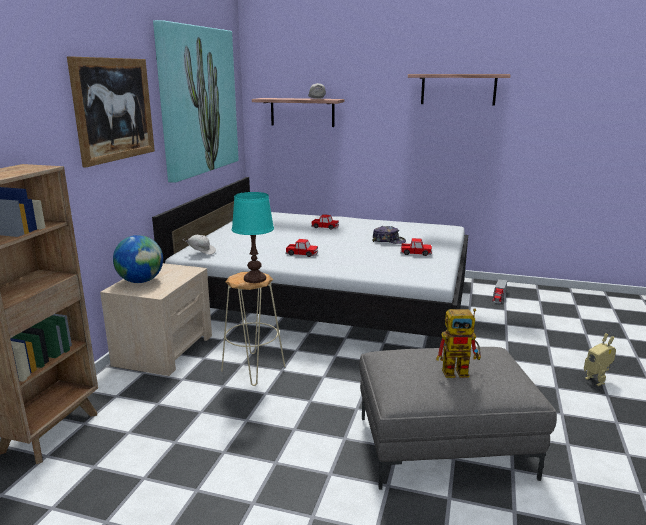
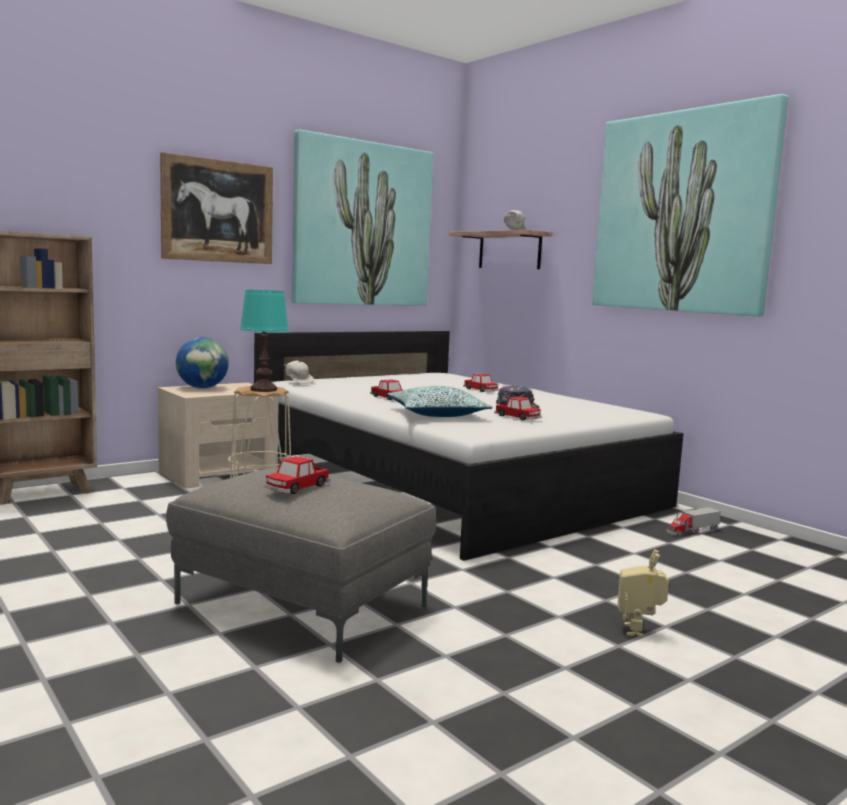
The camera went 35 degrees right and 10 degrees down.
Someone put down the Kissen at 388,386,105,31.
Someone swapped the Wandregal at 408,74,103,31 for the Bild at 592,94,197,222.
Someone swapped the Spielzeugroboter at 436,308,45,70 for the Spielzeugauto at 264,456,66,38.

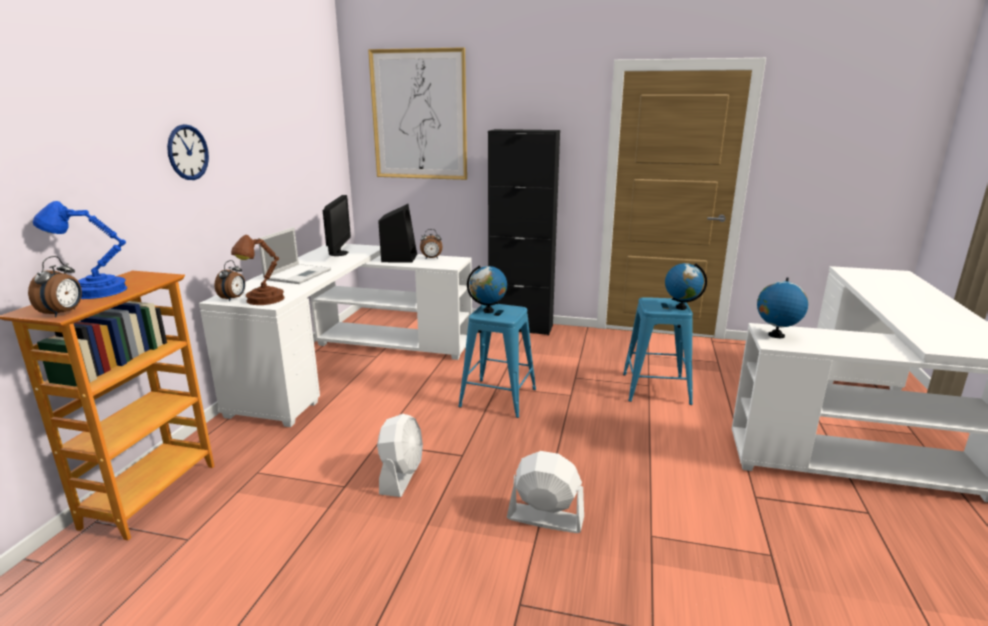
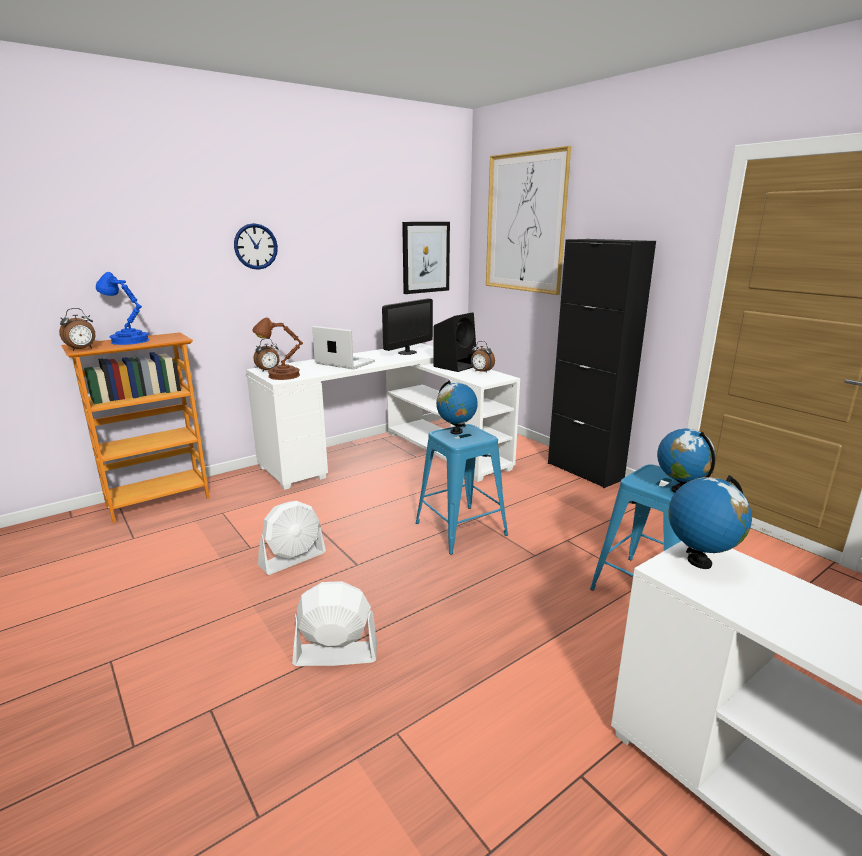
The camera went 40 degrees right and 0 degrees up.
Someone put up the Bild at 402,222,48,72.
Someone rotated the Laptop at 258,227,73,57 by 120 degrees counterclockwise.
Someone rotated the Ventilator (weiß) at 507,451,77,82 by 60 degrees counterclockwise.

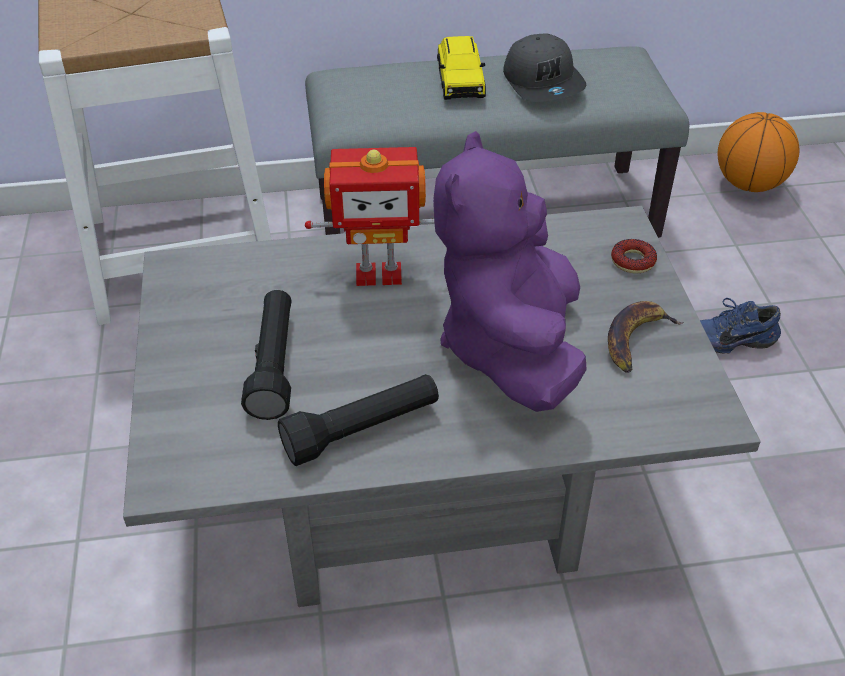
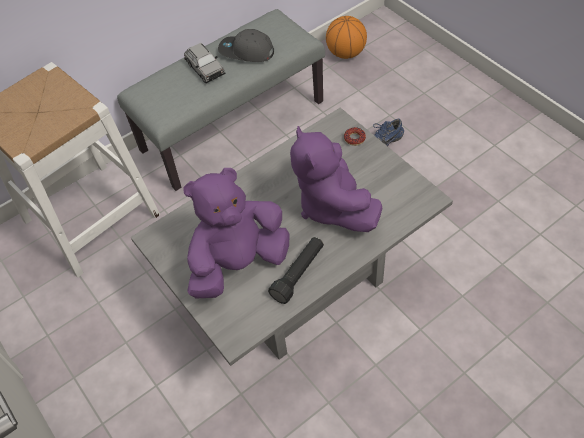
The camera went 25 degrees left and 10 degrees up.
Someone took away the Spielzeugroboter at 305,147,129,139.
Someone took away the Banane at 608,301,76,72.
Someone swapped the Taschenlampe (schwarz) at 241,290,50,130 for the Plüschtier (lila) at 183,168,107,130.
Someone repainted the Spielzeugauto (gelb) at 437,36,49,64, which became the Spielzeugauto (grau) at 184,43,42,40.
Someone rotated the Kappe (grau) at 503,33,83,69 by 150 degrees clockwise.

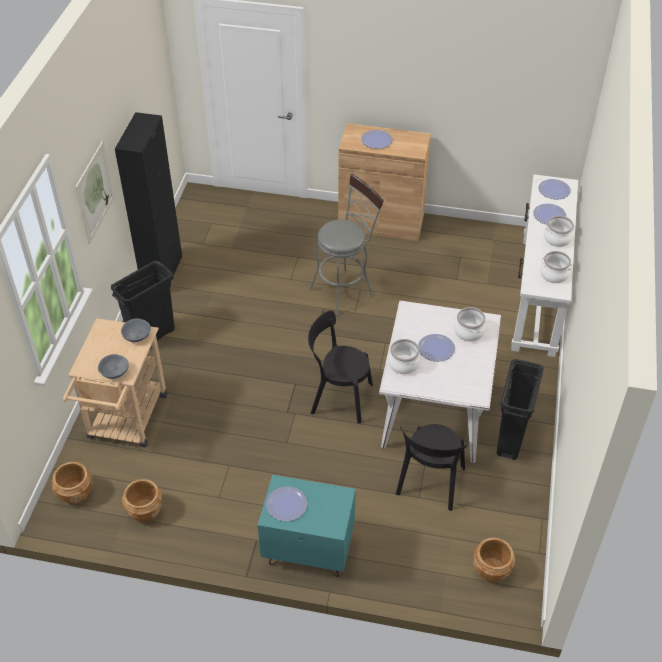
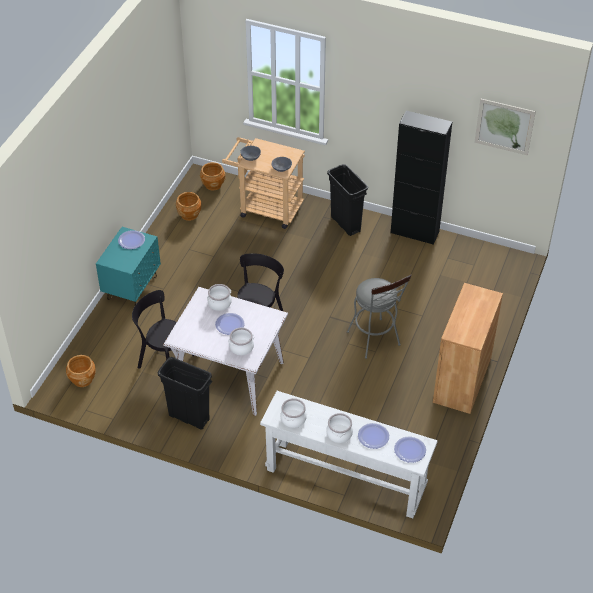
The camera went 100 degrees right and 0 degrees up.
Someone took away the Teller at 361,130,32,19.
Someone carried the Bild from 75,141,40,103 to 475,99,61,56.

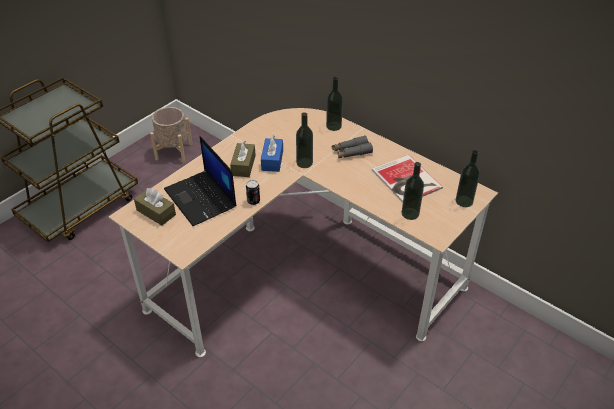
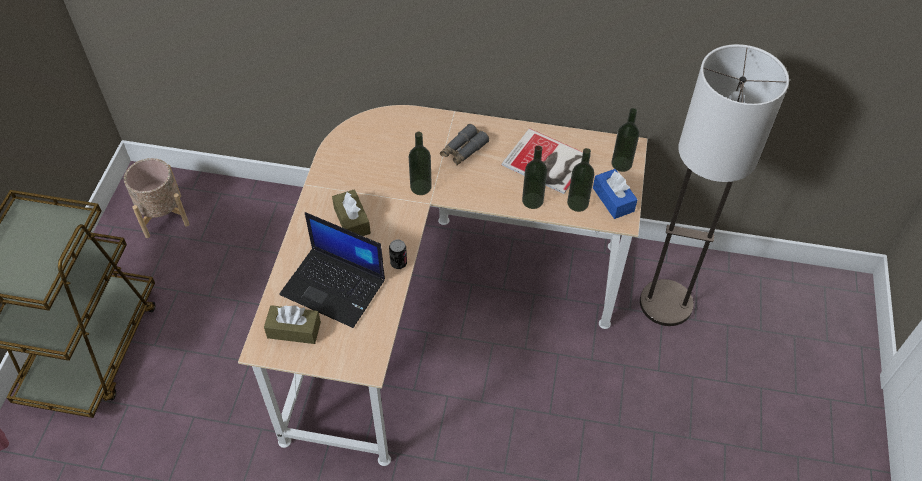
The camera went 30 degrees left and 10 degrees up.
Someone put down the Stehlampe at 640,44,149,282.
Someone carried the Taschentuchbox (blau) from 261,136,22,36 to 593,169,45,50.
Someone carried the Flasche from 326,77,17,54 to 522,146,25,63.

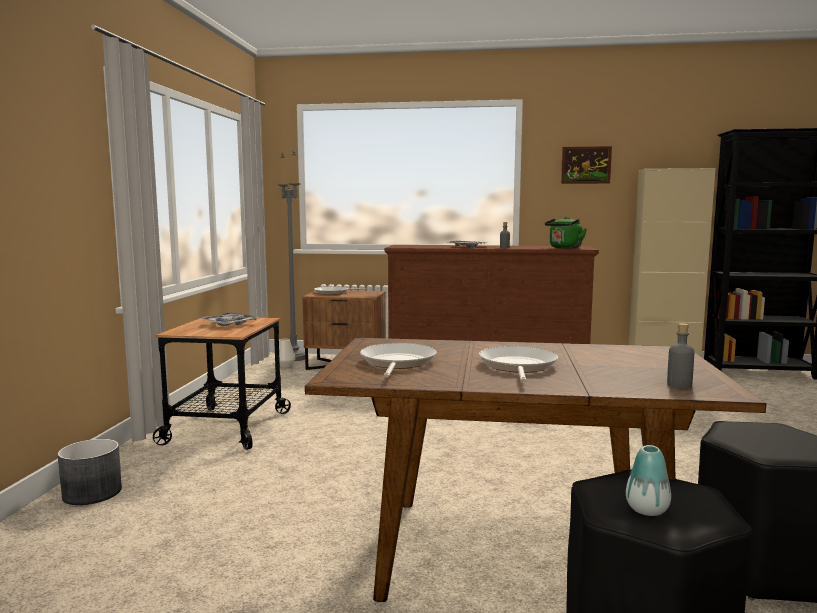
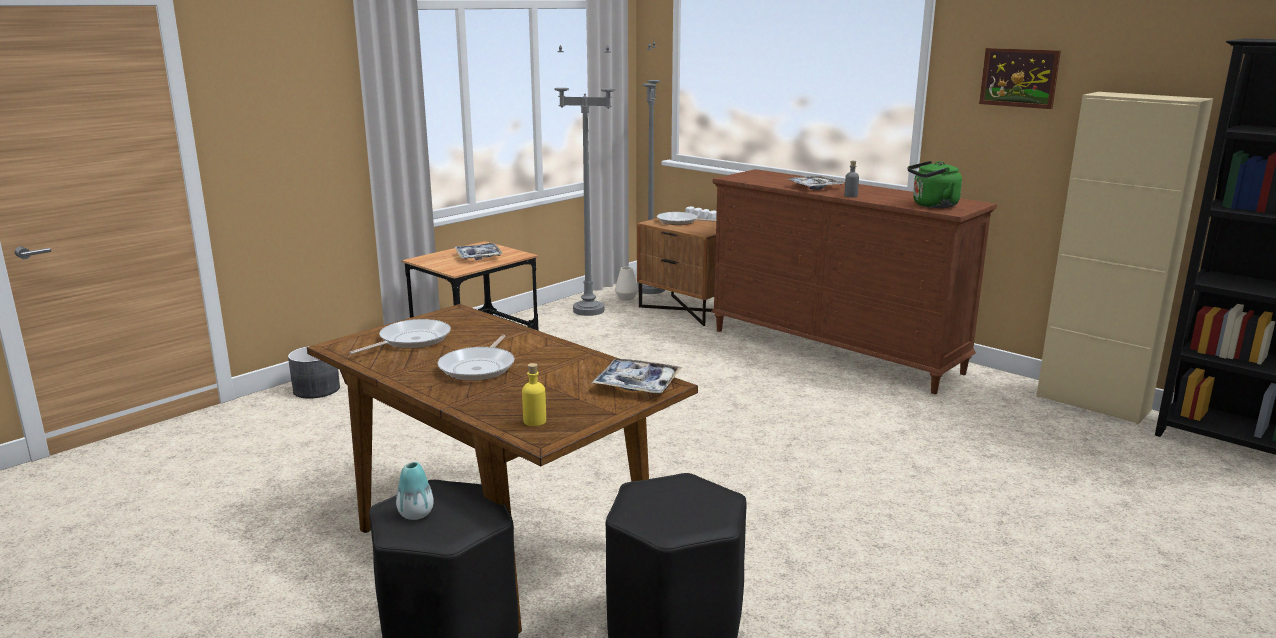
The camera went 35 degrees right and 10 degrees up.
Someone put down the Stehlampe (grau) at 554,45,61,271.
Someone put down the Tablett at 592,359,90,34.
Someone repainted the Flasche (grau) at 667,323,27,65, which became the Flasche (gelb) at 522,363,24,63.
Someone rotated the Pfanne at 479,346,79,36 by 150 degrees clockwise.

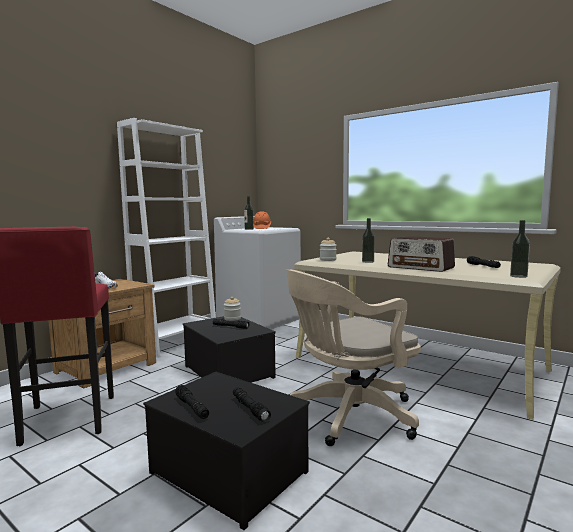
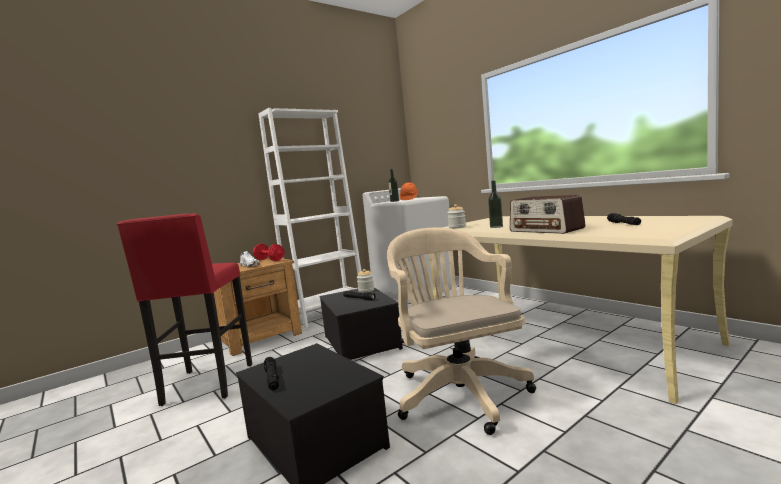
The camera went 15 degrees right and 0 degrees up.
Someone took away the Taschenlampe (schwarz) at 233,387,38,35.
Someone took away the Flasche at 510,220,20,58.
Someone put down the Hantel (rot) at 253,244,32,17.
Someone rotated the Bürostuhl (beige) at 286,270,135,176 by 90 degrees clockwise.

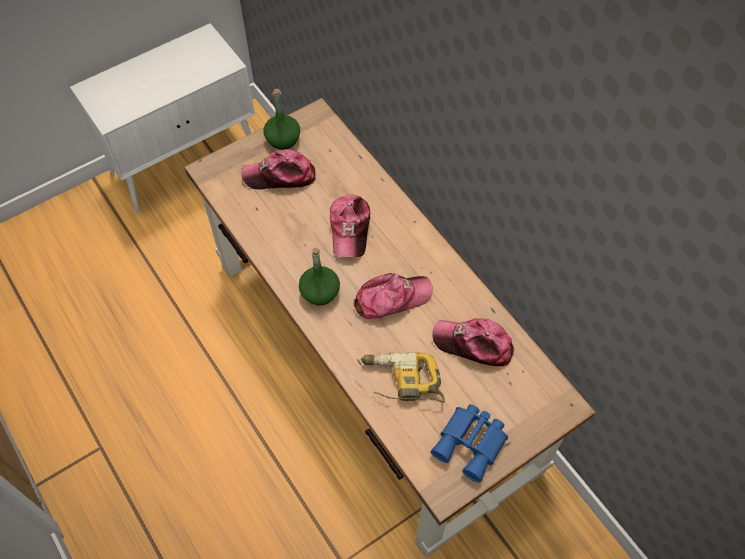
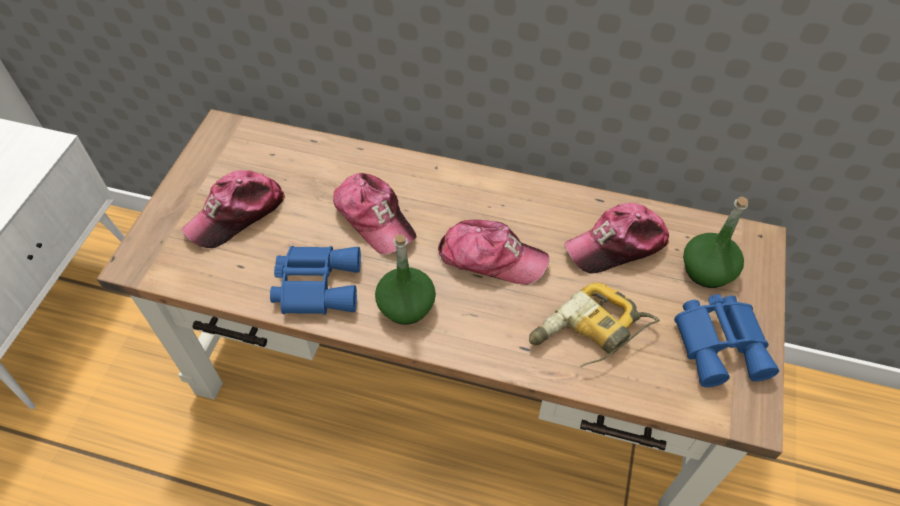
The camera went 40 degrees left and 5 degrees down.
Someone put down the Fernglas (blau) at 270,246,91,69.
Someone carried the Flasche (grün) from 264,88,36,62 to 683,196,65,92.
Someone rotated the Kappe at 354,273,79,46 by 75 degrees clockwise.

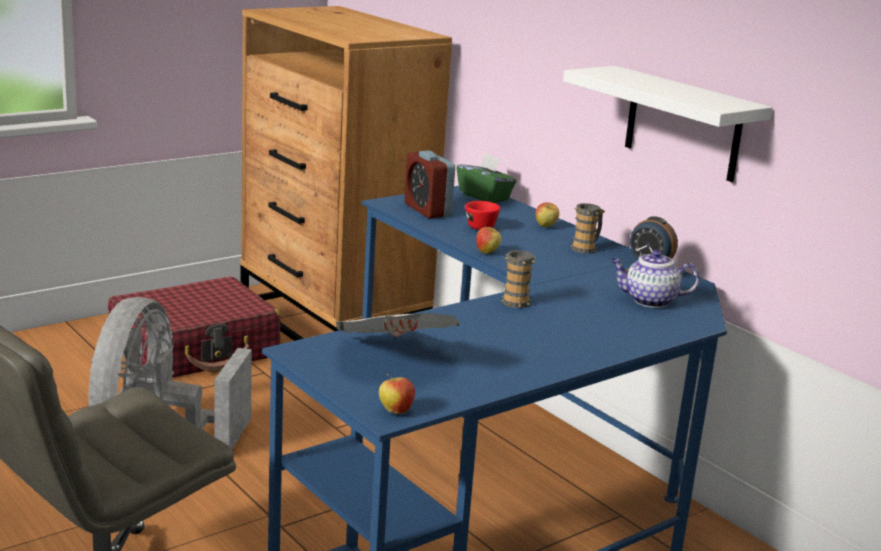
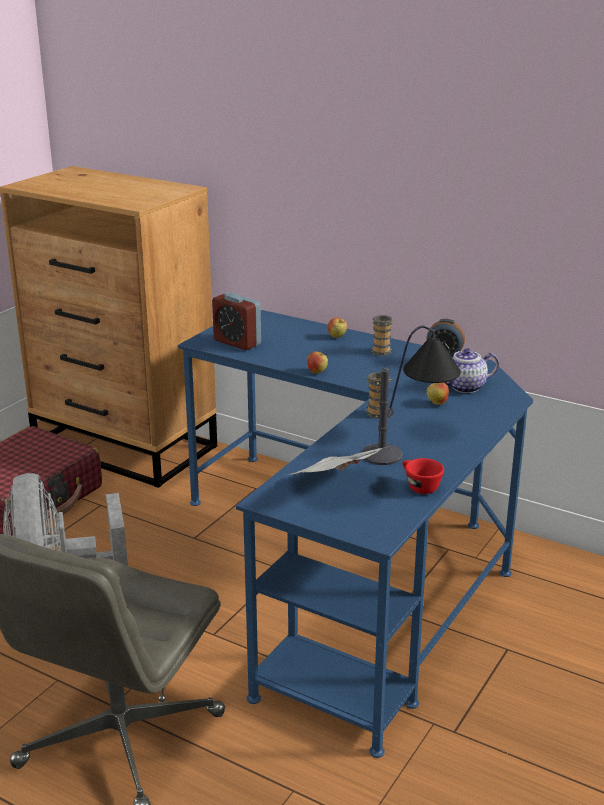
The camera went 20 degrees left and 5 degrees up.
Someone took away the Taschentuchbox (grün) at 457,153,60,50.
Someone took away the Wandregal (weiß) at 563,66,209,116.
Someone put down the Tischlampe at 361,326,100,139.
Someone carried the Apfel from 379,374,36,40 to 427,383,22,22.
Someone carried the Tasse (rot) from 465,201,35,29 to 403,458,41,36.

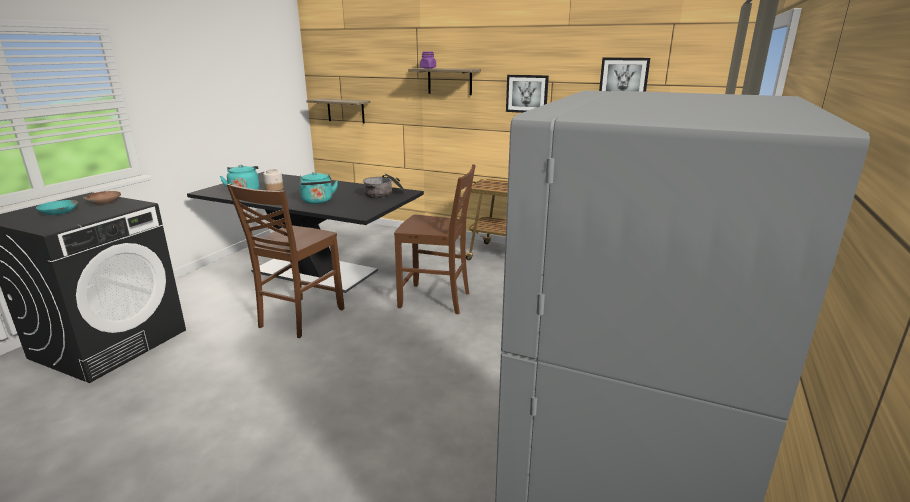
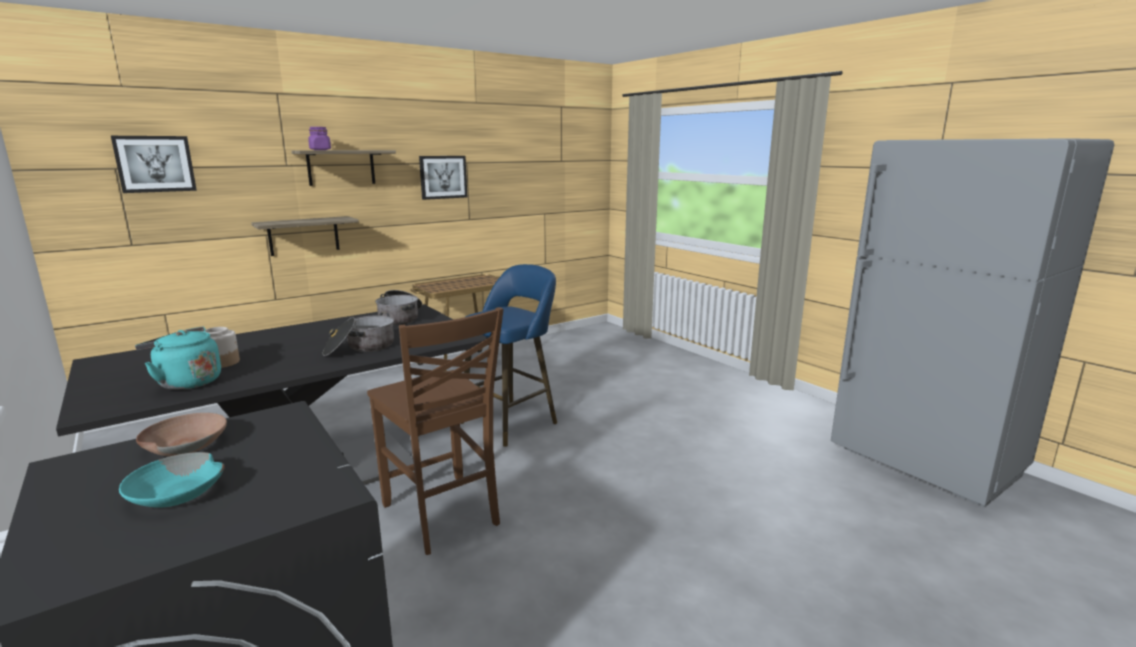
The camera went 60 degrees left and 5 degrees down.
Someone carried the Wandregal from 306,98,64,25 to 252,216,107,40.
Someone carried the Bild from 599,57,51,35 to 111,136,86,57.
Someone swapped the Wasserkessel (türkis) at 300,172,38,32 for the Kochtopf at 323,312,71,44.
Someone swapped the Stuhl (braun) at 394,164,82,150 for the Hocker (blau) at 460,264,97,183.

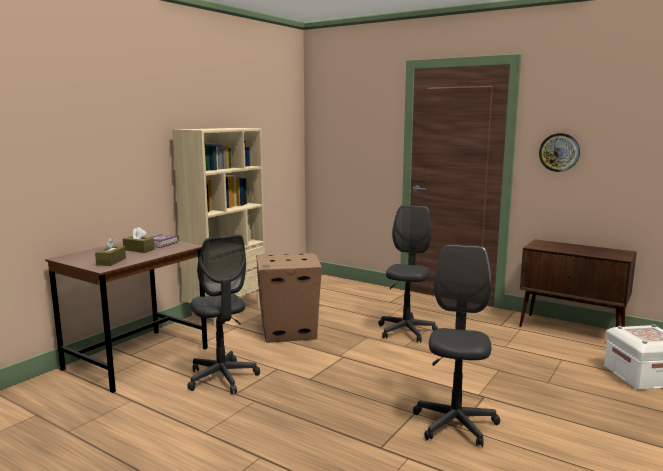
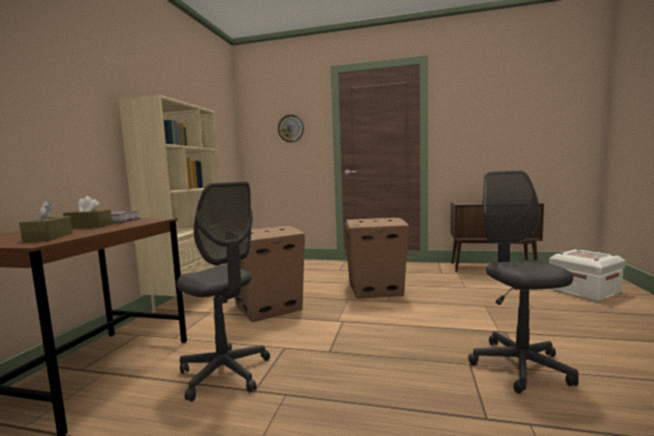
The camera went 20 degrees left and 5 degrees down.
Someone carried the Wanduhr from 539,133,41,39 to 278,115,26,27.
Someone swapped the Bürostuhl (grau) at 378,205,60,138 for the Karton at 344,218,65,81.

